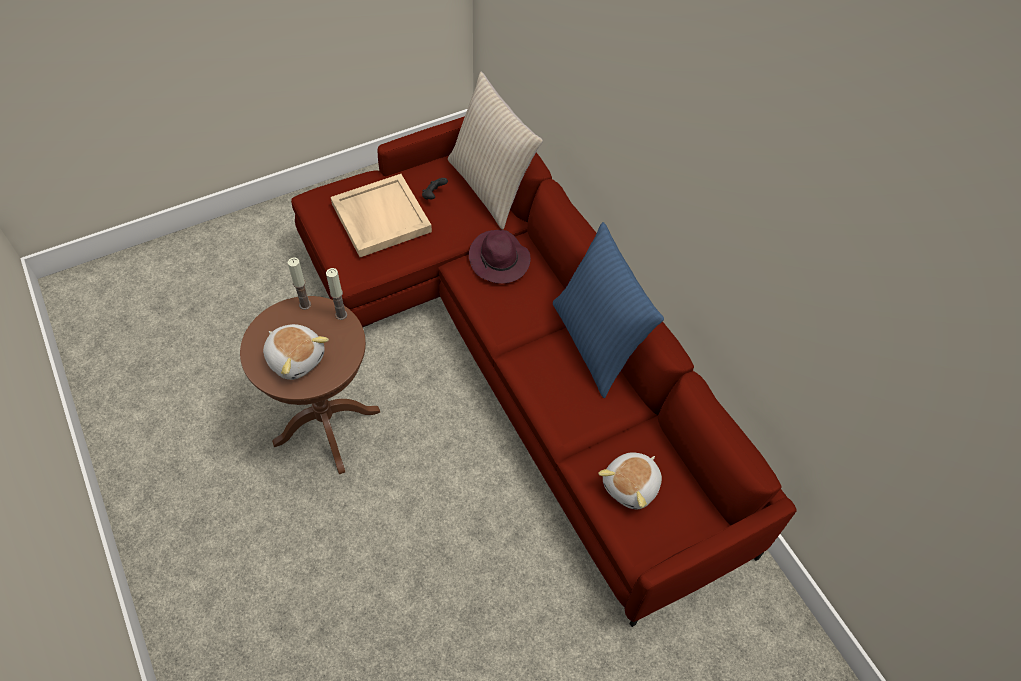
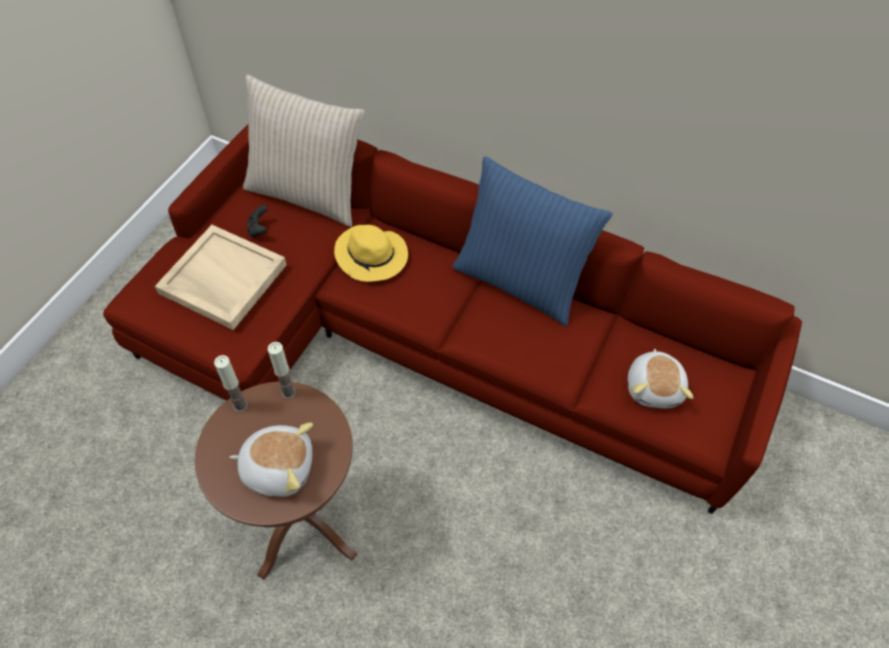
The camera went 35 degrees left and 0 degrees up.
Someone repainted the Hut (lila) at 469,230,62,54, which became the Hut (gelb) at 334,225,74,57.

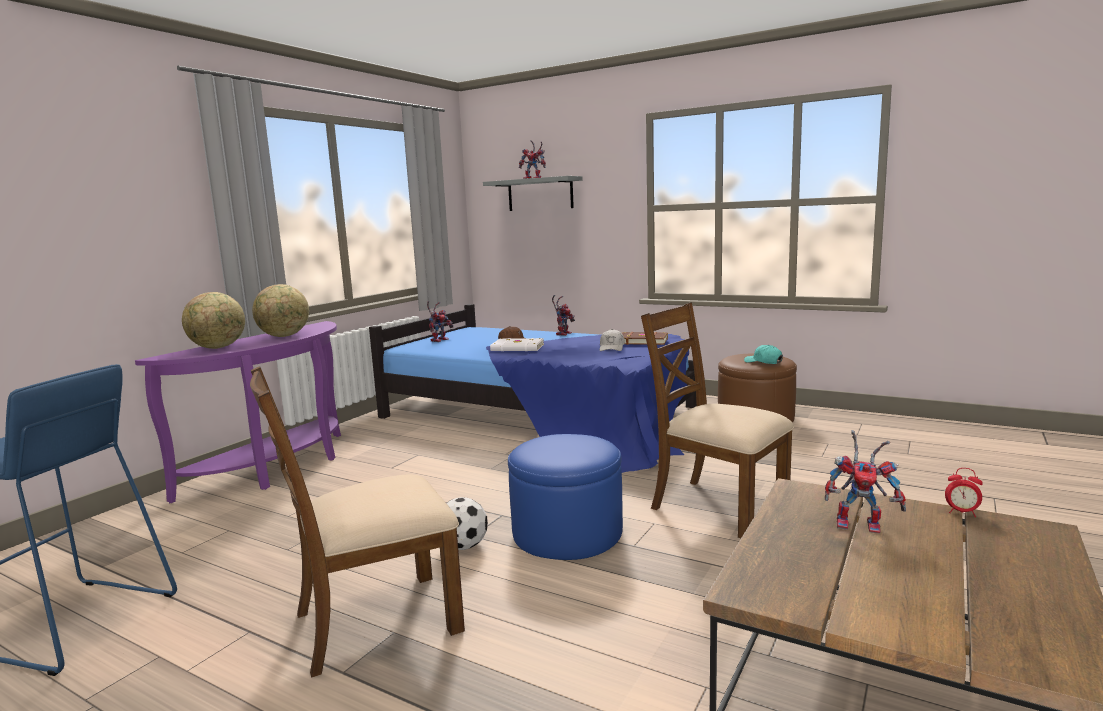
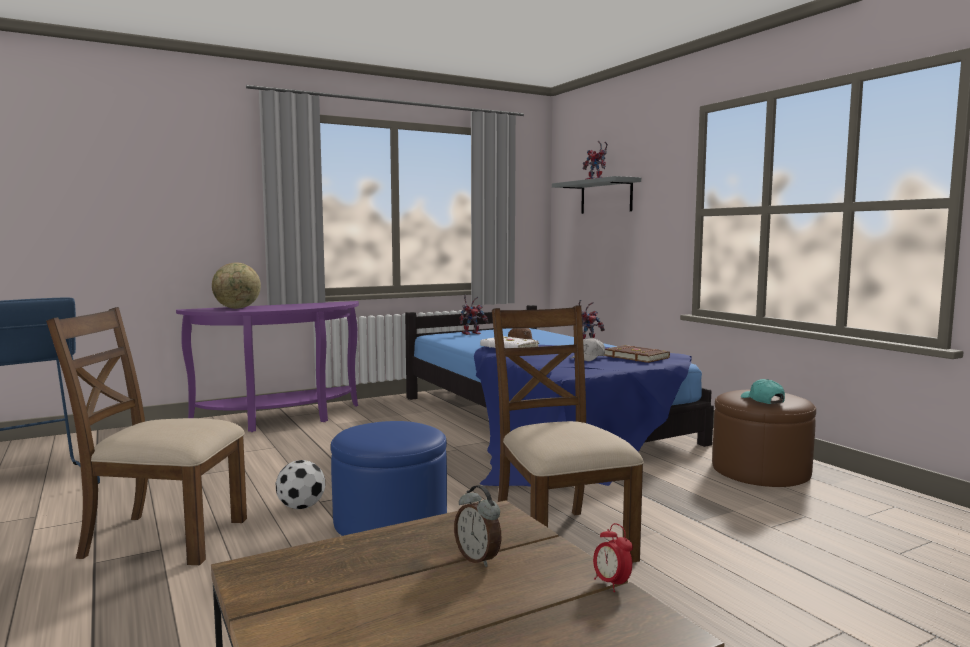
The camera went 30 degrees right and 5 degrees down.
Someone took away the Globus at 252,284,57,53.
Someone swapped the Spielzeugroboter at 825,430,81,104 for the Wecker at 454,485,47,82.

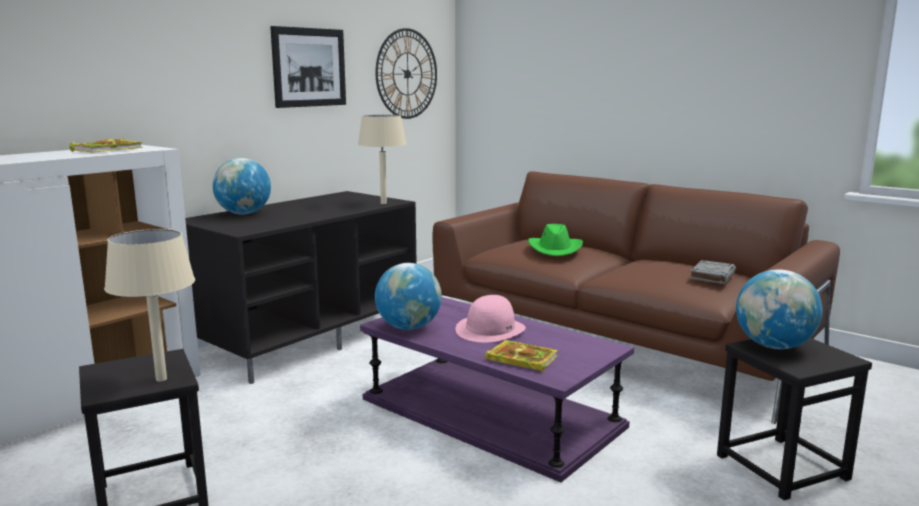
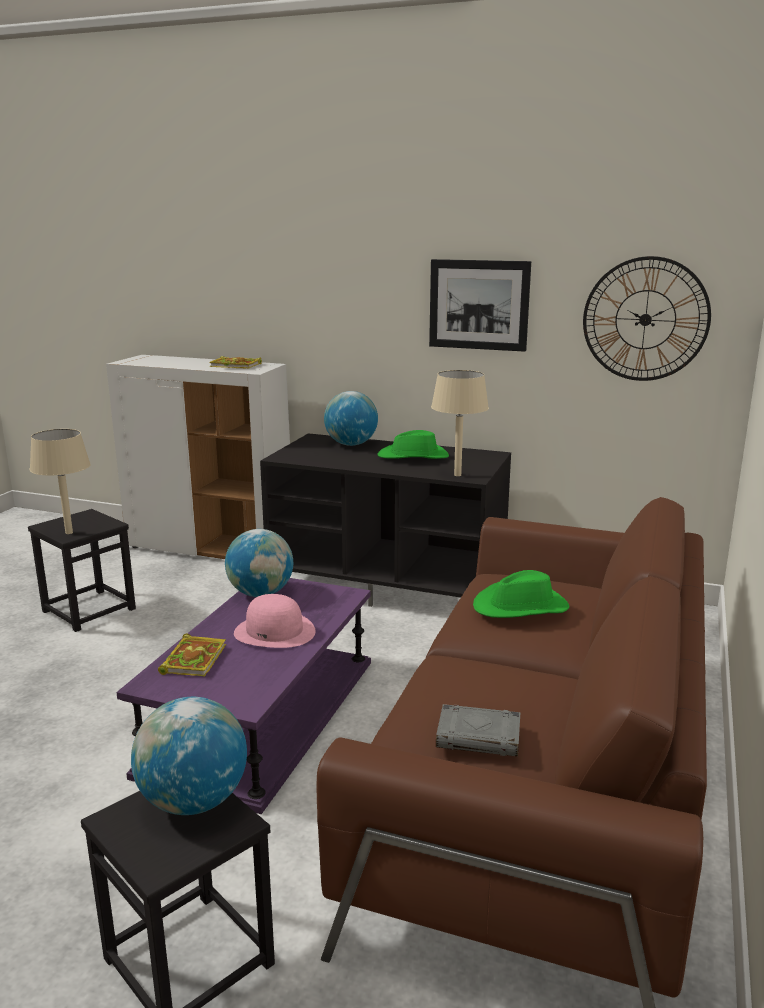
The camera went 70 degrees right and 5 degrees up.
Someone put down the Hut (grün) at 377,430,72,29.

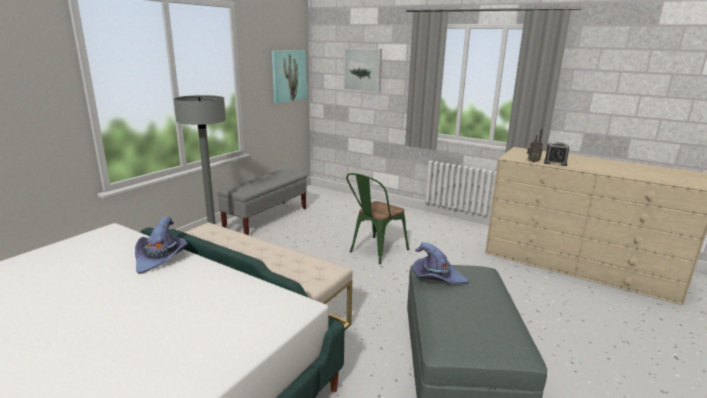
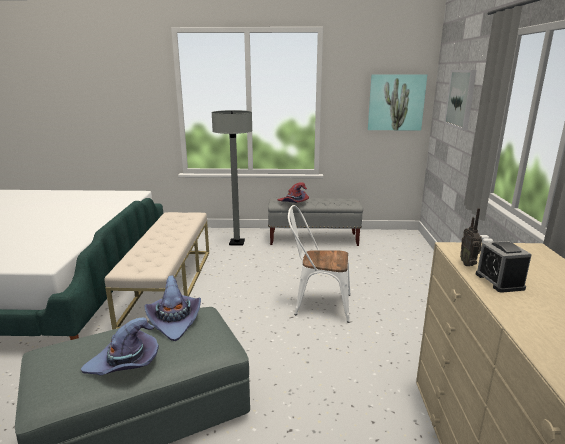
The camera went 60 degrees right and 0 degrees up.
Someone put down the Hut (rot) at 277,182,32,21.
Someone carried the Hut (lila) from 135,216,53,58 to 81,318,78,57.
Someone repainted the Stuhl (grün) at 346,173,63,91, which became the Stuhl (weiß) at 288,205,63,118.

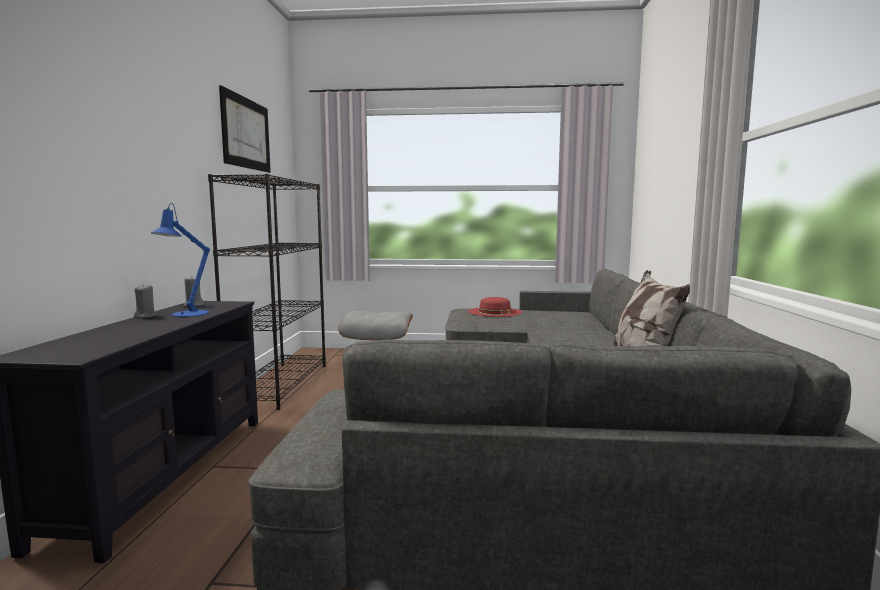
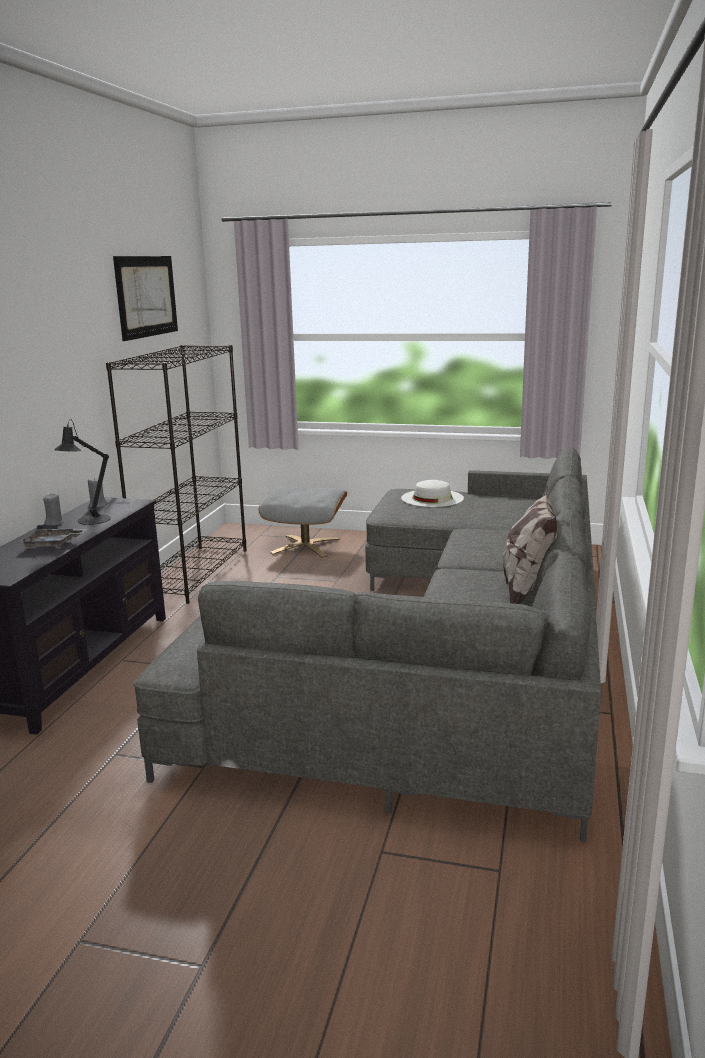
The camera went 10 degrees right and 10 degrees up.
Someone put down the Tablett (grau) at 19,525,68,22.
Someone repainted the Tischlampe (blau) at 151,203,59,114, which became the Tischlampe (schwarz) at 54,419,57,106.
Someone repainted the Hut (rot) at 468,297,54,20, which became the Hut (weiß) at 401,480,63,27.

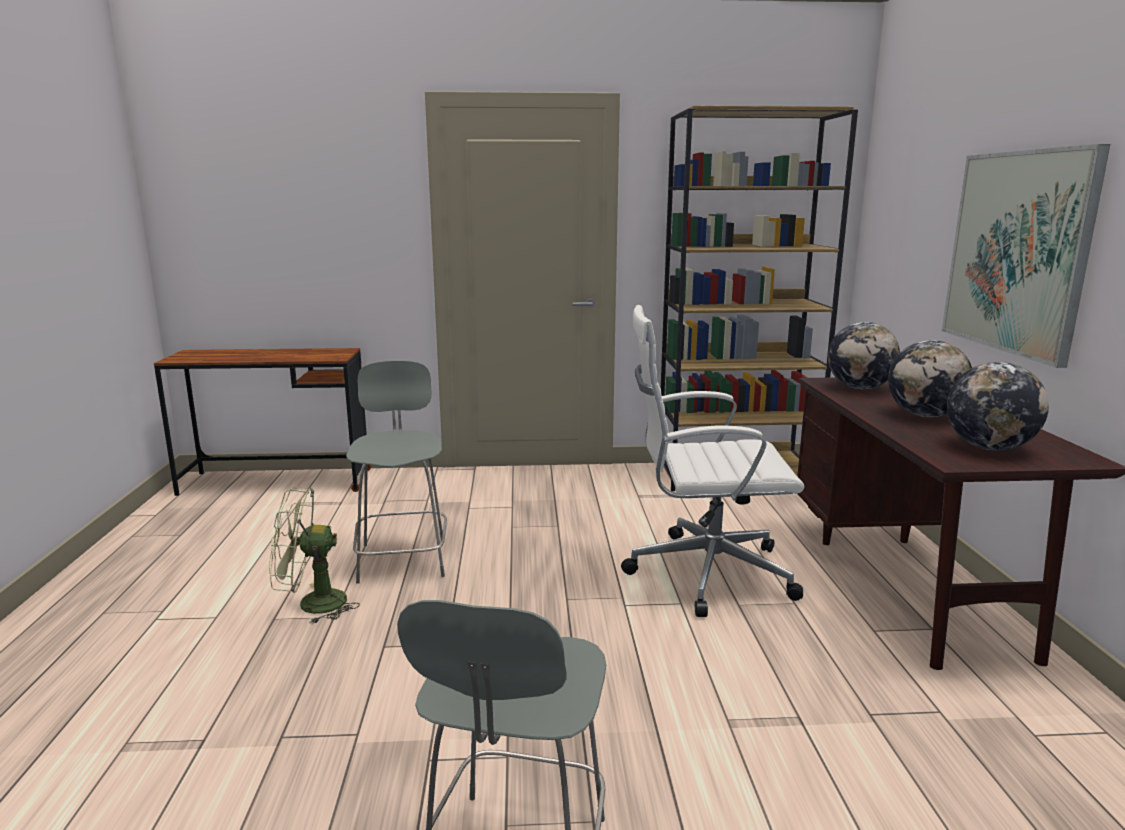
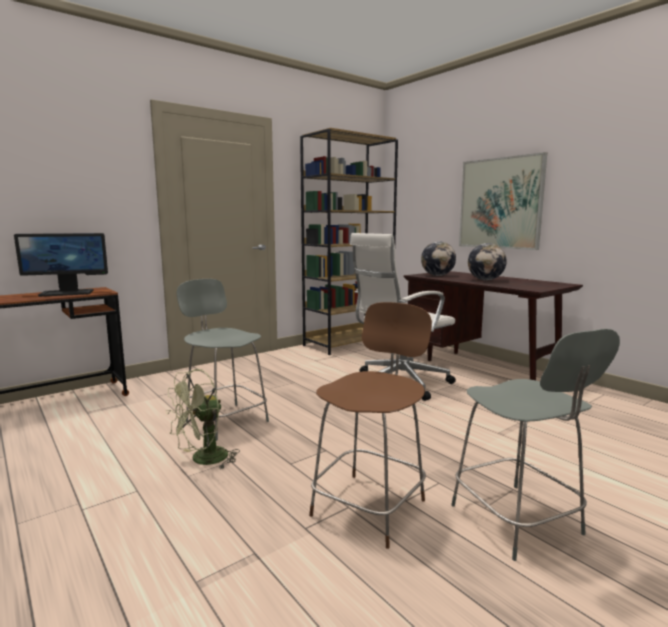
The camera went 35 degrees left and 5 degrees down.
Someone took away the Globus at 947,362,102,88.
Someone put down the Monitor at 14,233,94,64.
Someone put down the Stuhl (braun) at 309,302,123,247.

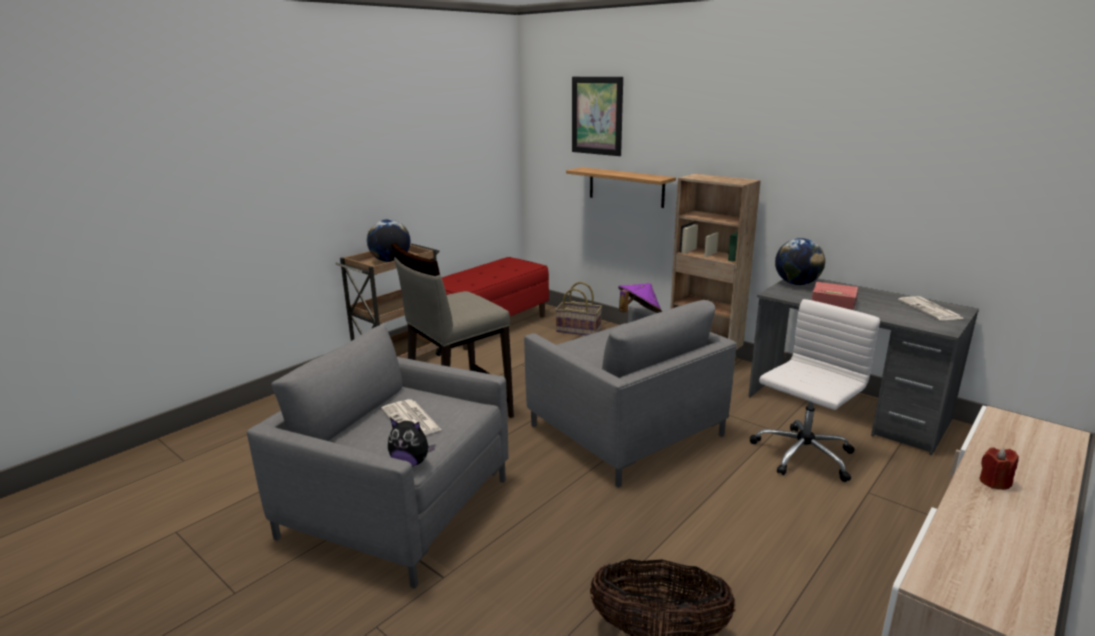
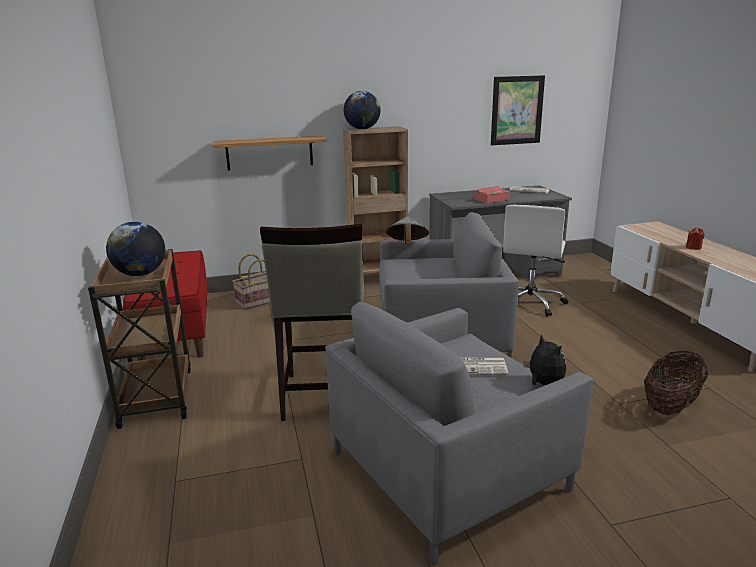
The camera went 55 degrees left and 0 degrees up.
Someone carried the Bild from 572,77,51,79 to 491,75,54,70.
Someone carried the Globus from 775,238,50,47 to 344,91,37,38.
Someone repainted the Hut (lila) at 618,283,44,30, which became the Hut (grau) at 386,216,44,28.
Someone rotated the Plüschtier at 388,418,47,49 by 75 degrees counterclockwise.
Someone rotated the Bürostuhl (weiß) at 750,299,130,183 by 150 degrees counterclockwise.

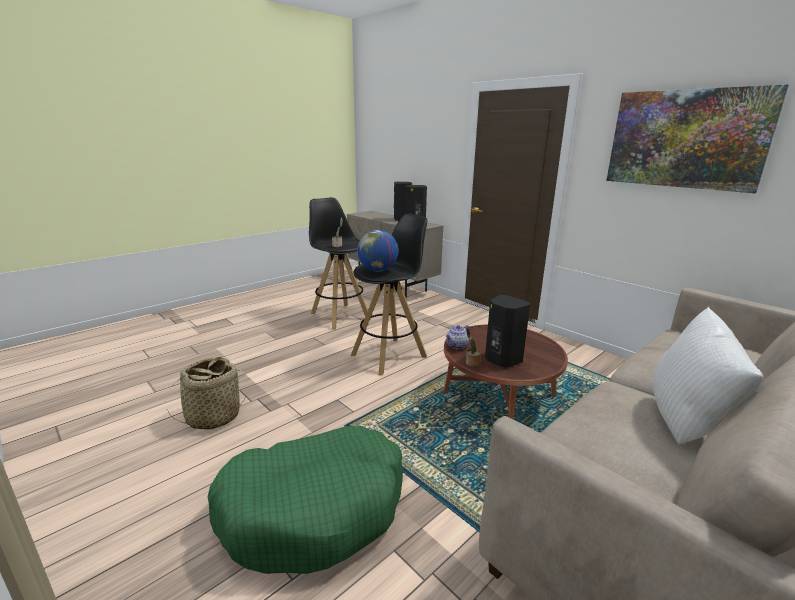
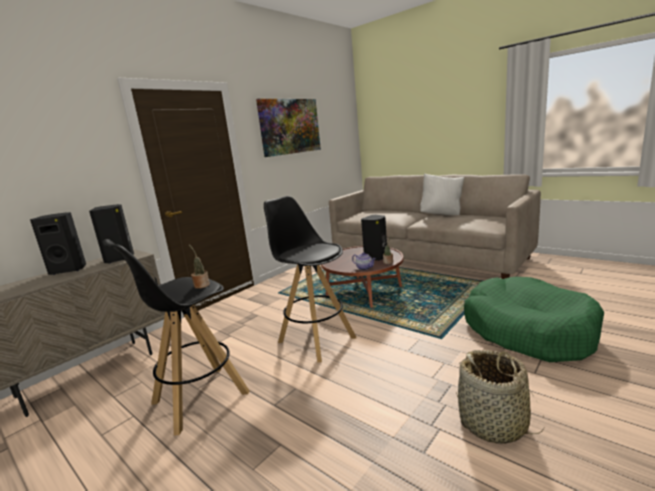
The camera went 95 degrees left and 5 degrees down.
Someone took away the Globus at 357,230,42,41.

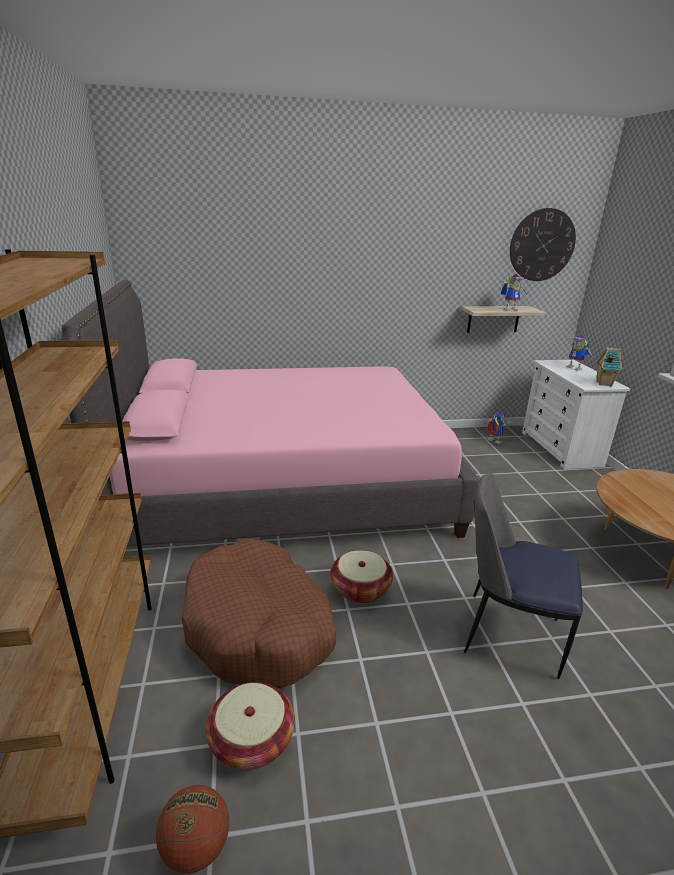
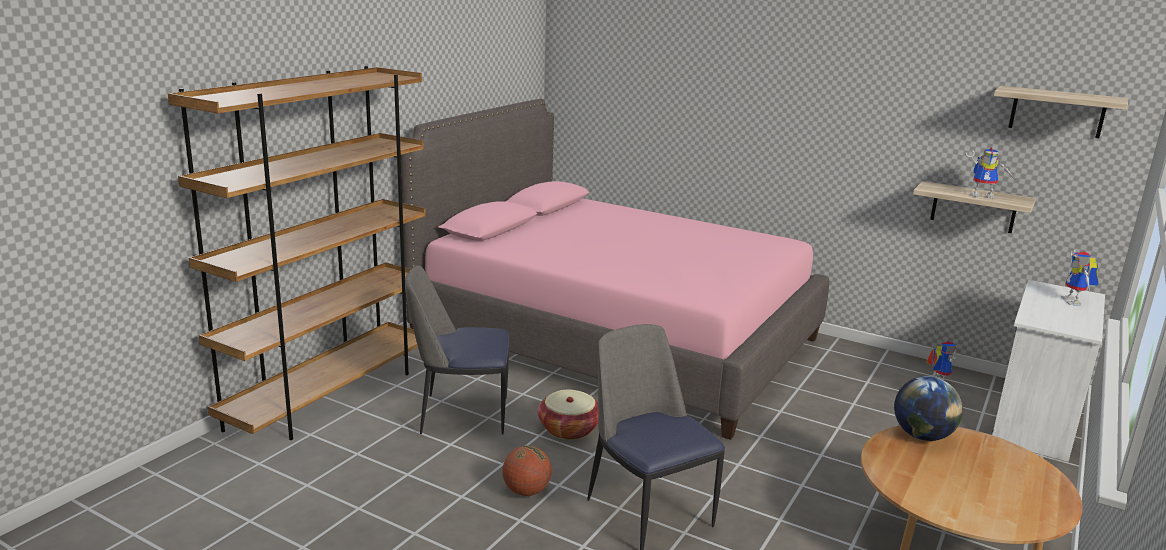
The camera went 40 degrees right and 5 degrees down.
Someone took away the Korb at 206,682,89,88.
Someone took away the Spielzeughaus at 597,348,25,39.
Someone put down the Globus at 894,376,69,65.
Someone carried the Basketball from 156,785,73,89 to 502,446,50,50.
Someone swapped the Hundebett (braun) at 182,539,154,149 for the Stuhl at 405,266,104,169.
Someone swapped the Wanduhr at 510,208,66,73 for the Wandregal at 994,86,134,52.

